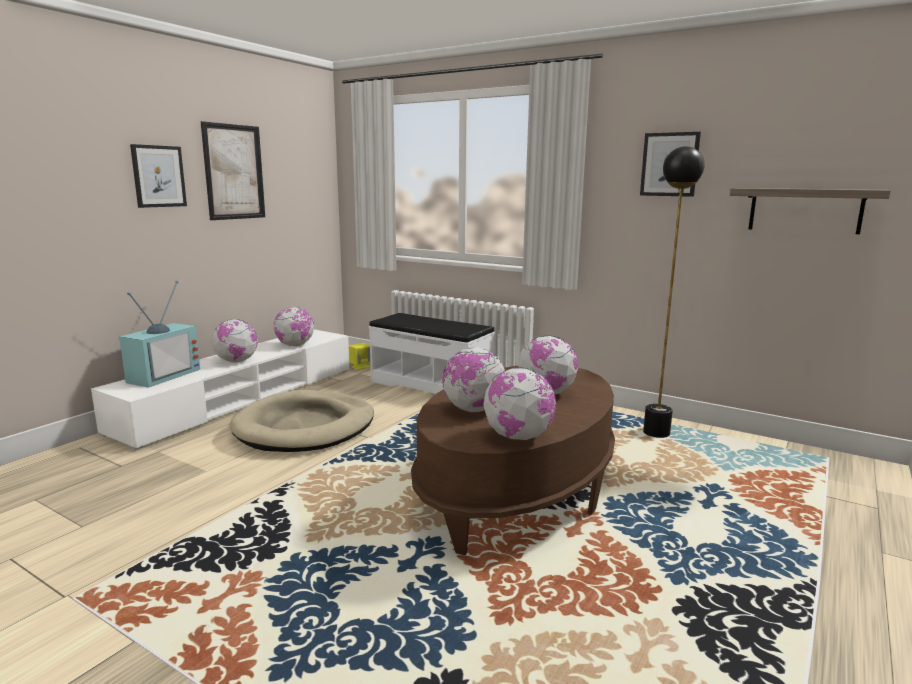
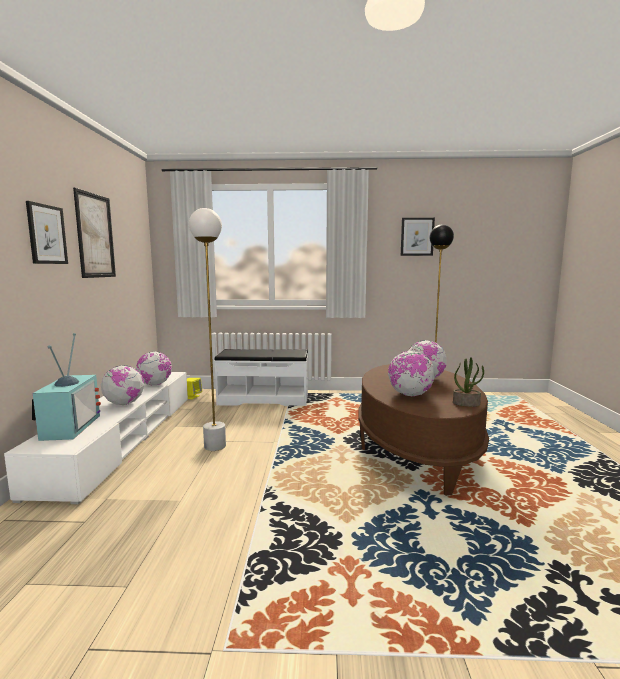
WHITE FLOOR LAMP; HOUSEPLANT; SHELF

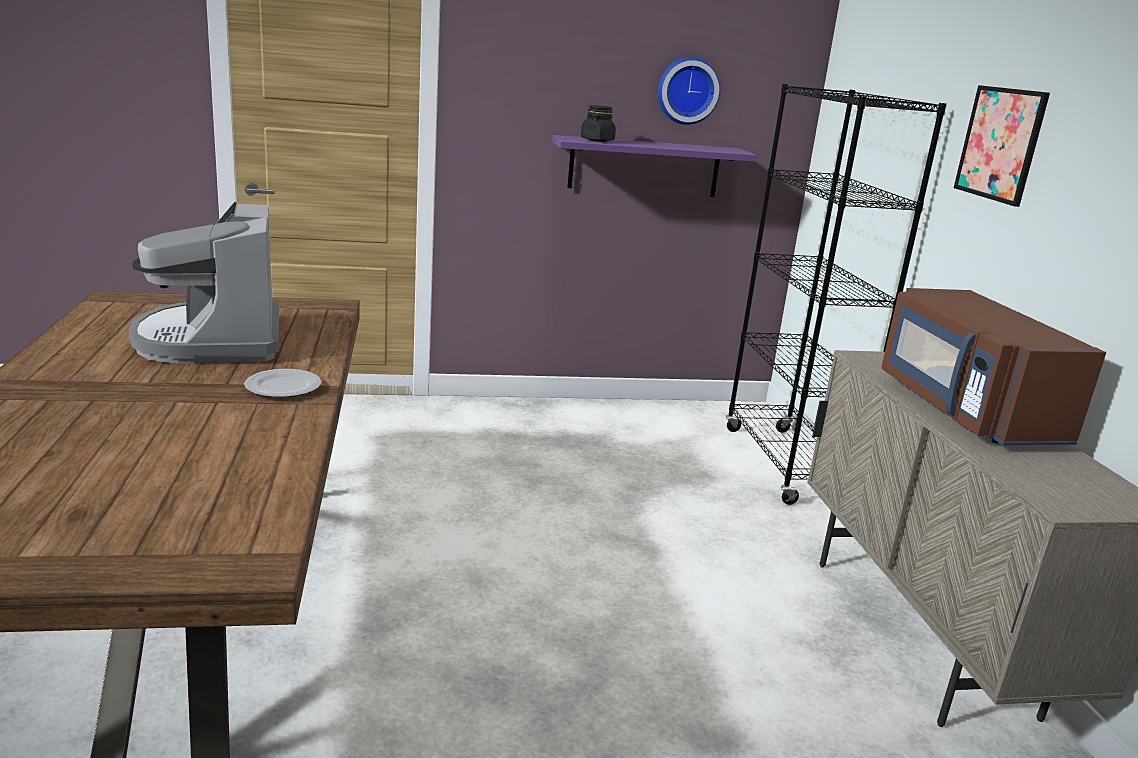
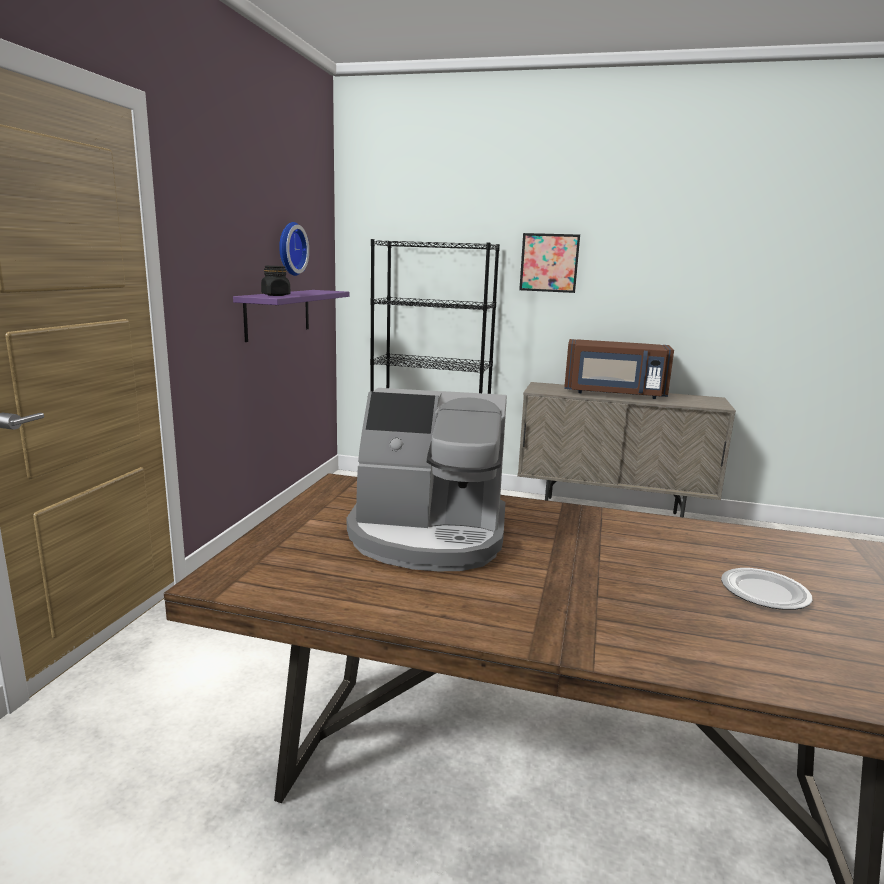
DINNER PLATE

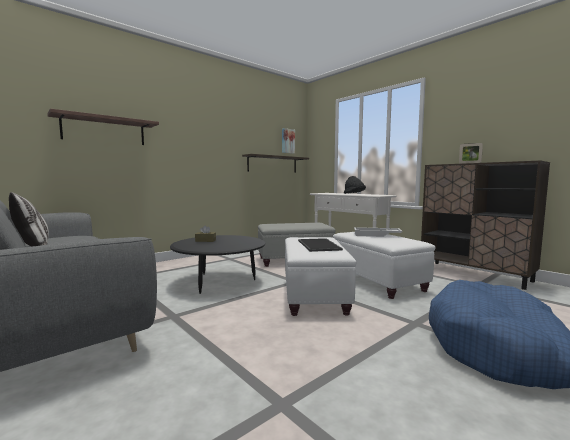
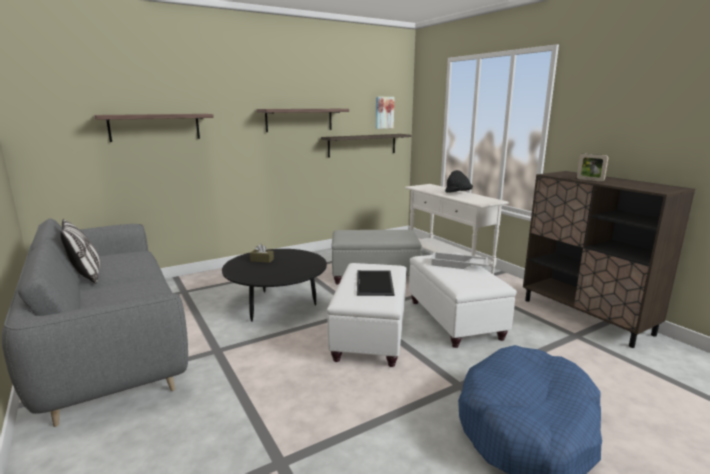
SHELF (no. 2 from left)

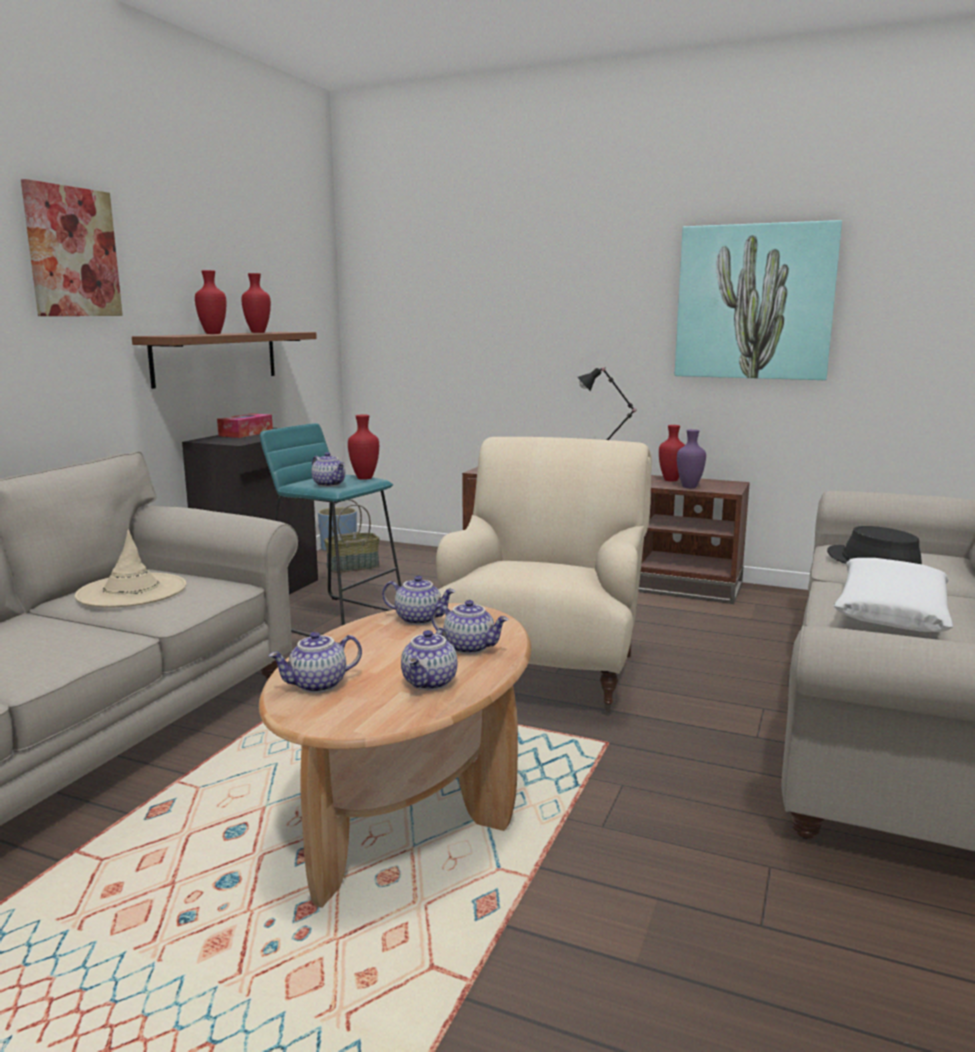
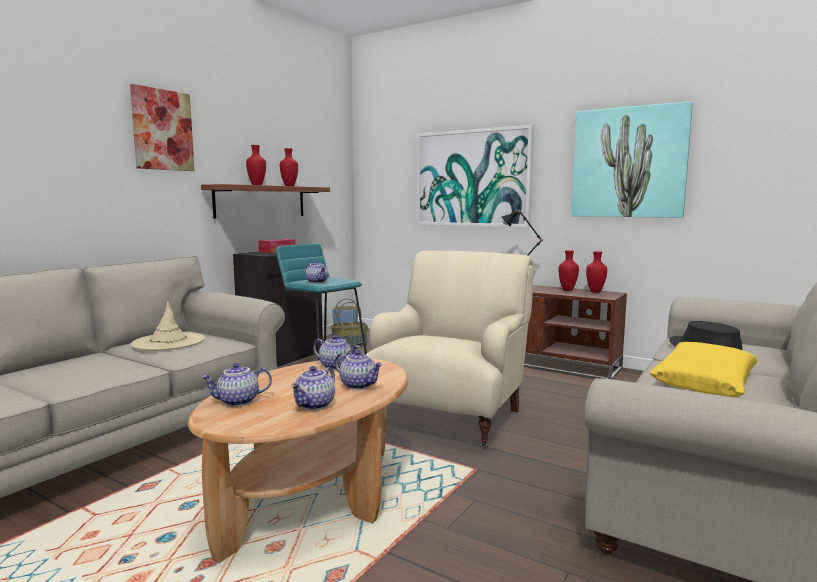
WALL PICTURE (no. 2 from left); RED FLOWER VASE (no. 4 from left); YELLOW-COLOURED PILLOW; PURPLISH FLOWER VASE

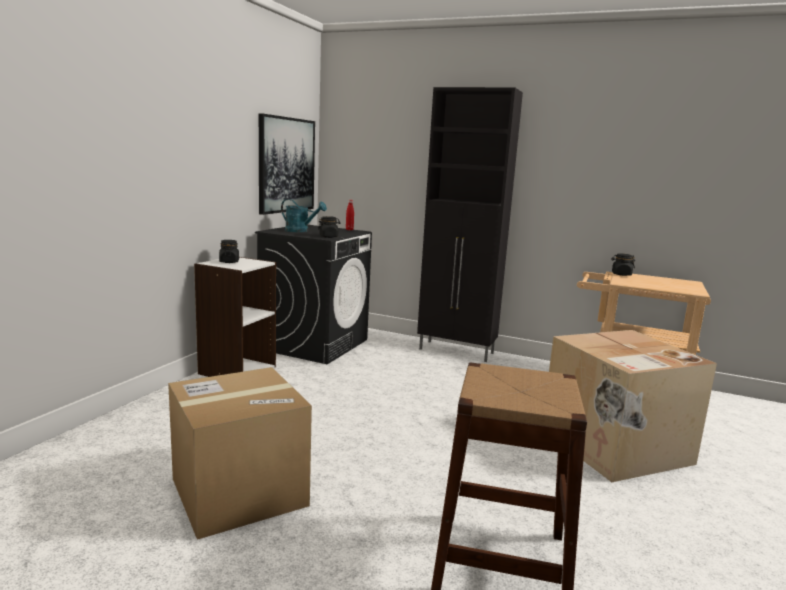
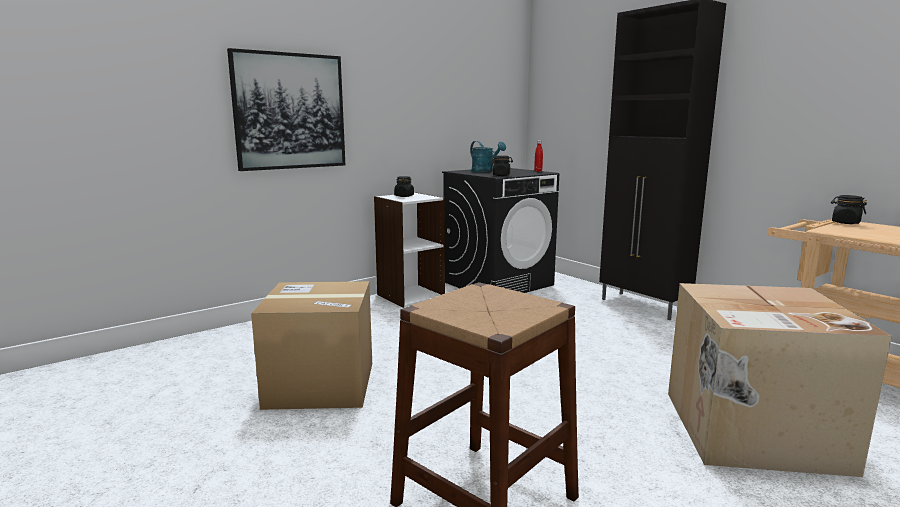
WALL PICTURE

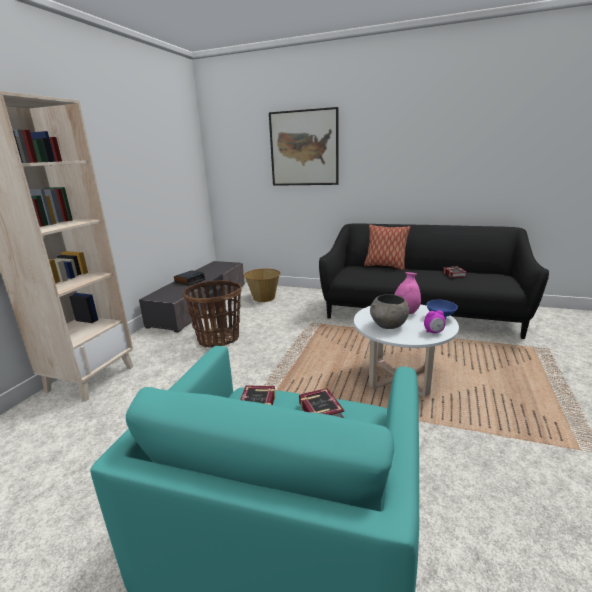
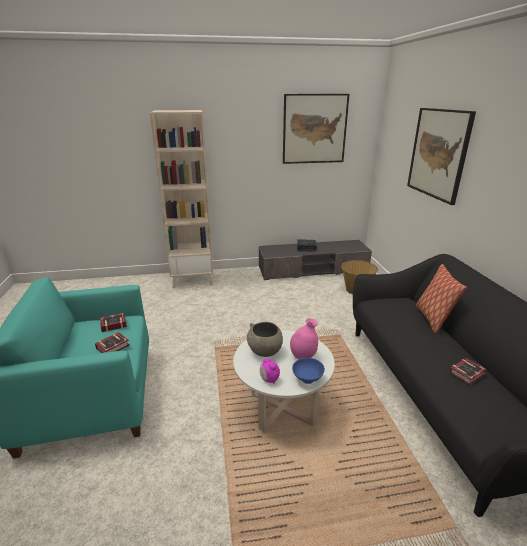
WALL PICTURE (no. 1 from left); HOUSEHOLD BASKET (no. 1 from left in the first image)

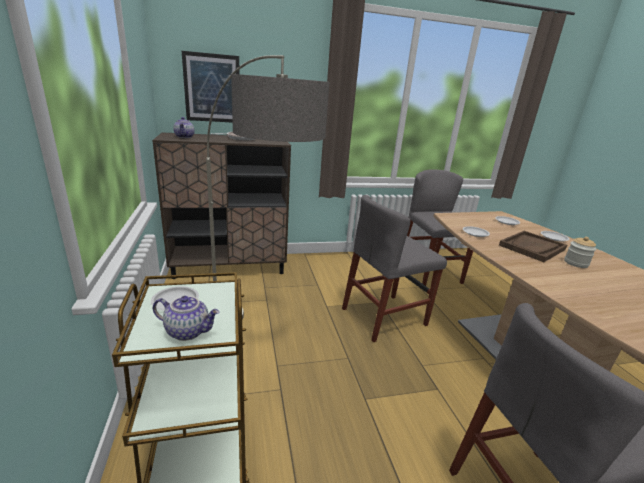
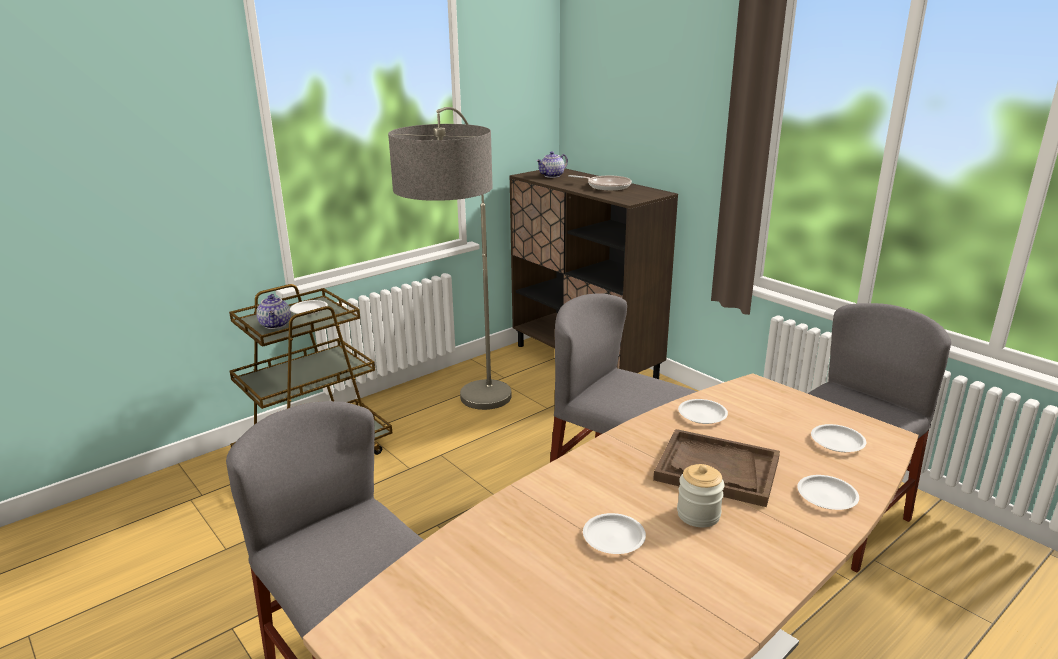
WHITE DINNER PLATE (no. 2 from left); WALL PICTURE

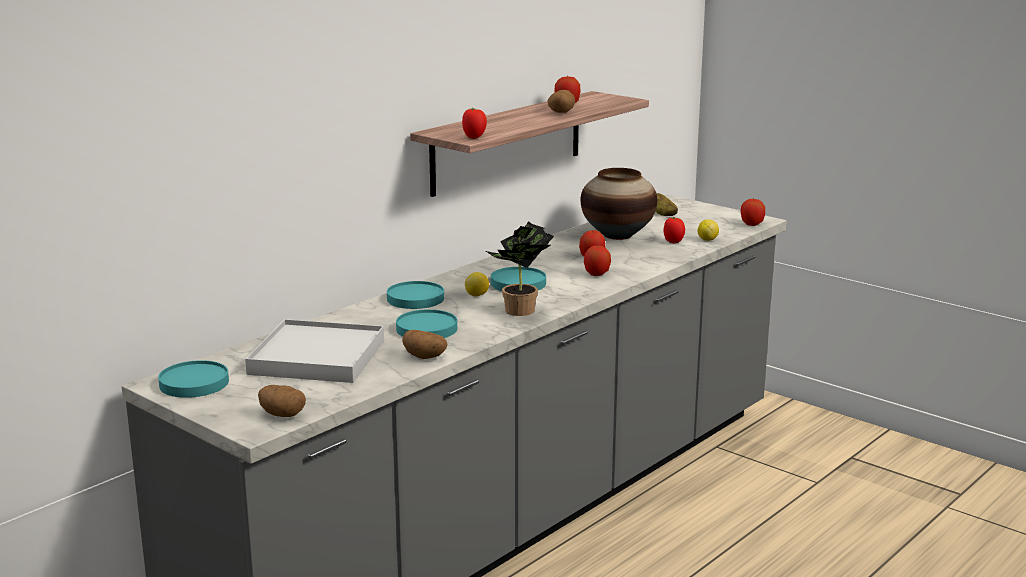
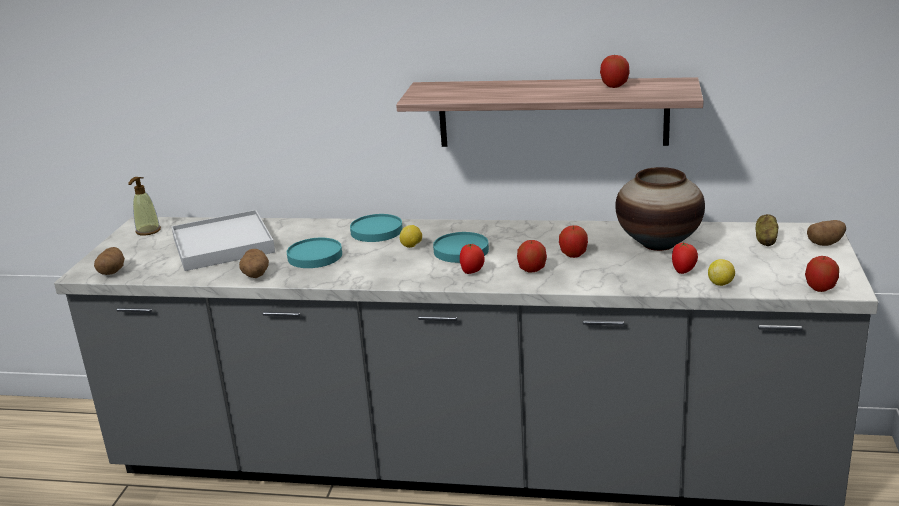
SOAP BOTTLE; TOMATO (no. 1 from left); POTATO (no. 4 from left); HOUSEPLANT

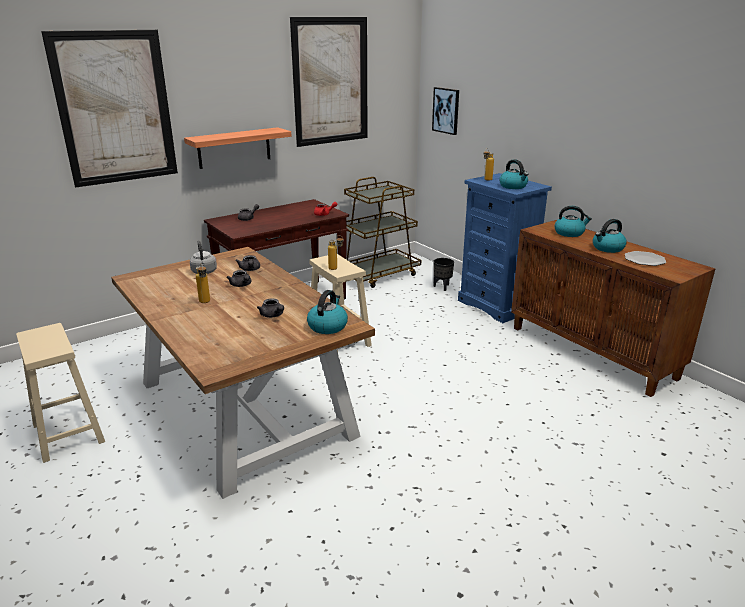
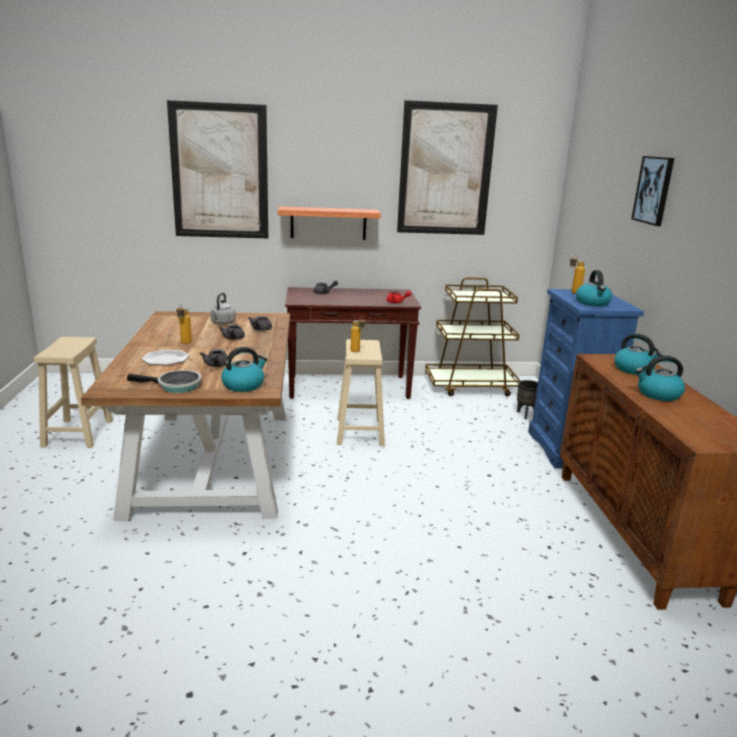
FRYING PAN; DINNER PLATE; WALL PICTURE (no. 3 from left)

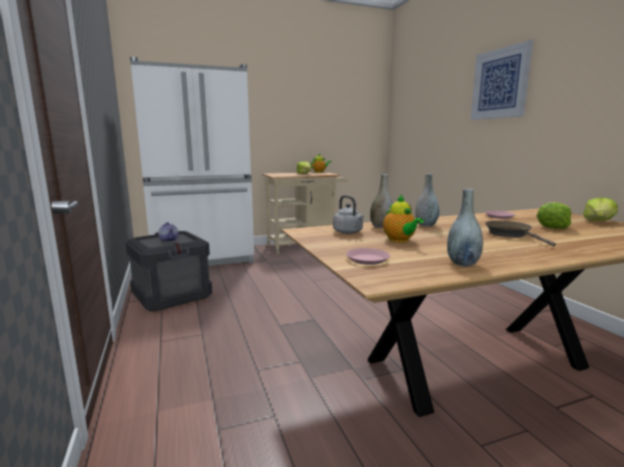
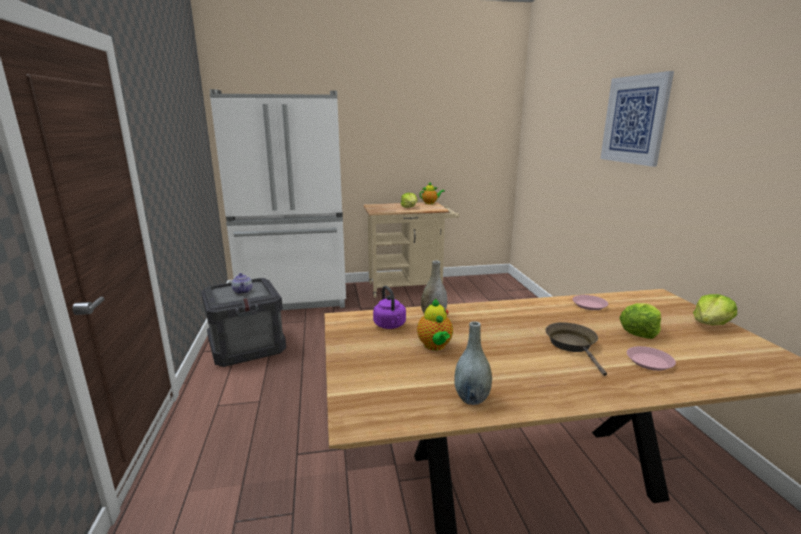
PURPLISH KETTLE; PINK DINNER PLATE (no. 2 from left); GREYISH FLOWER VASE (no. 2 from left in the first image)

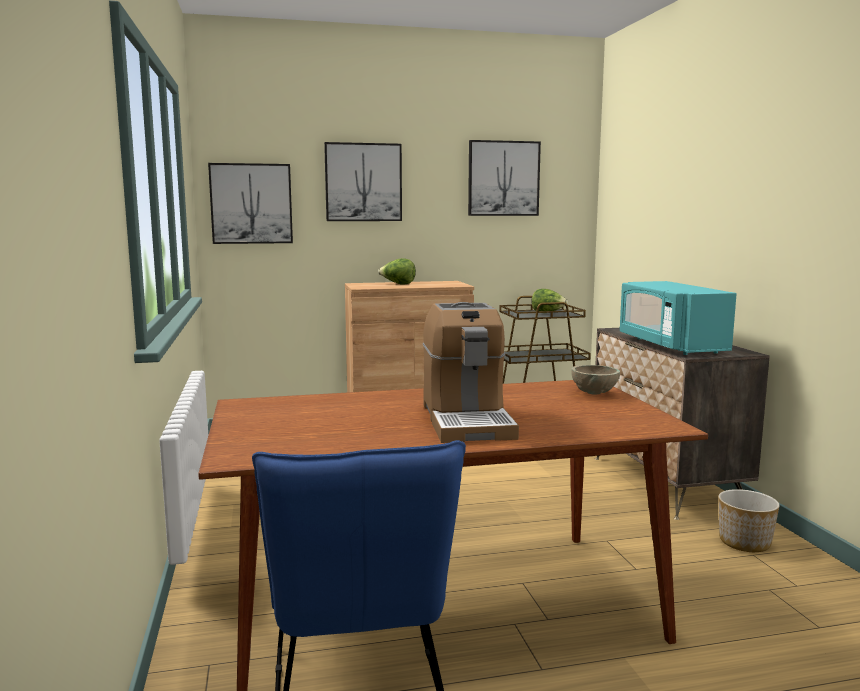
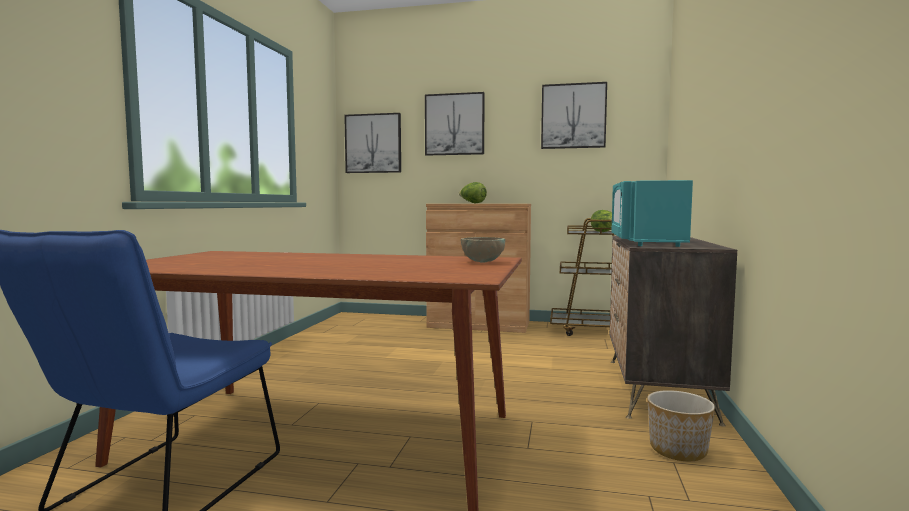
COFFEE MACHINE

